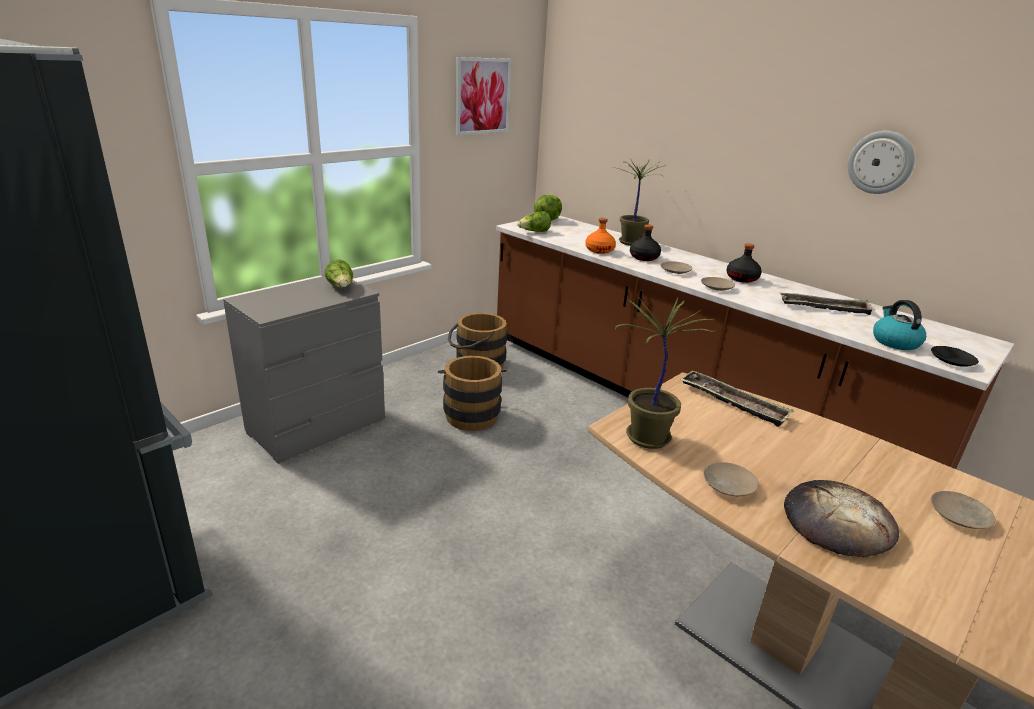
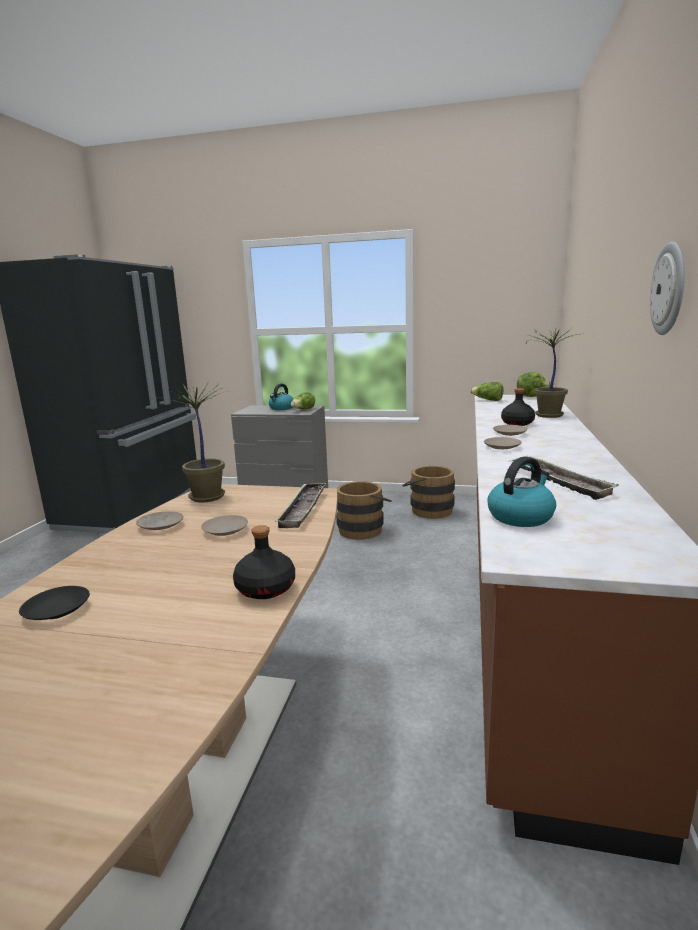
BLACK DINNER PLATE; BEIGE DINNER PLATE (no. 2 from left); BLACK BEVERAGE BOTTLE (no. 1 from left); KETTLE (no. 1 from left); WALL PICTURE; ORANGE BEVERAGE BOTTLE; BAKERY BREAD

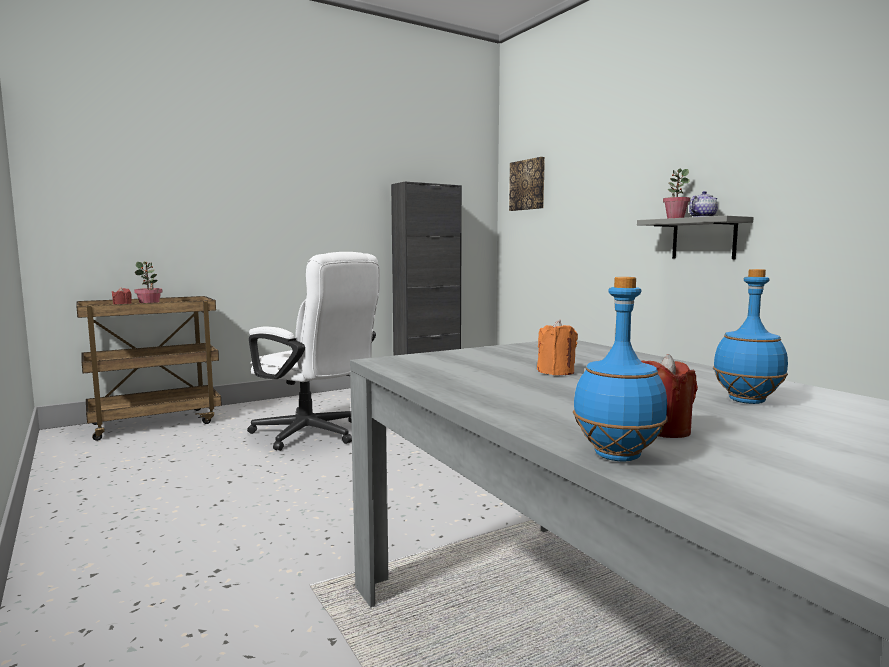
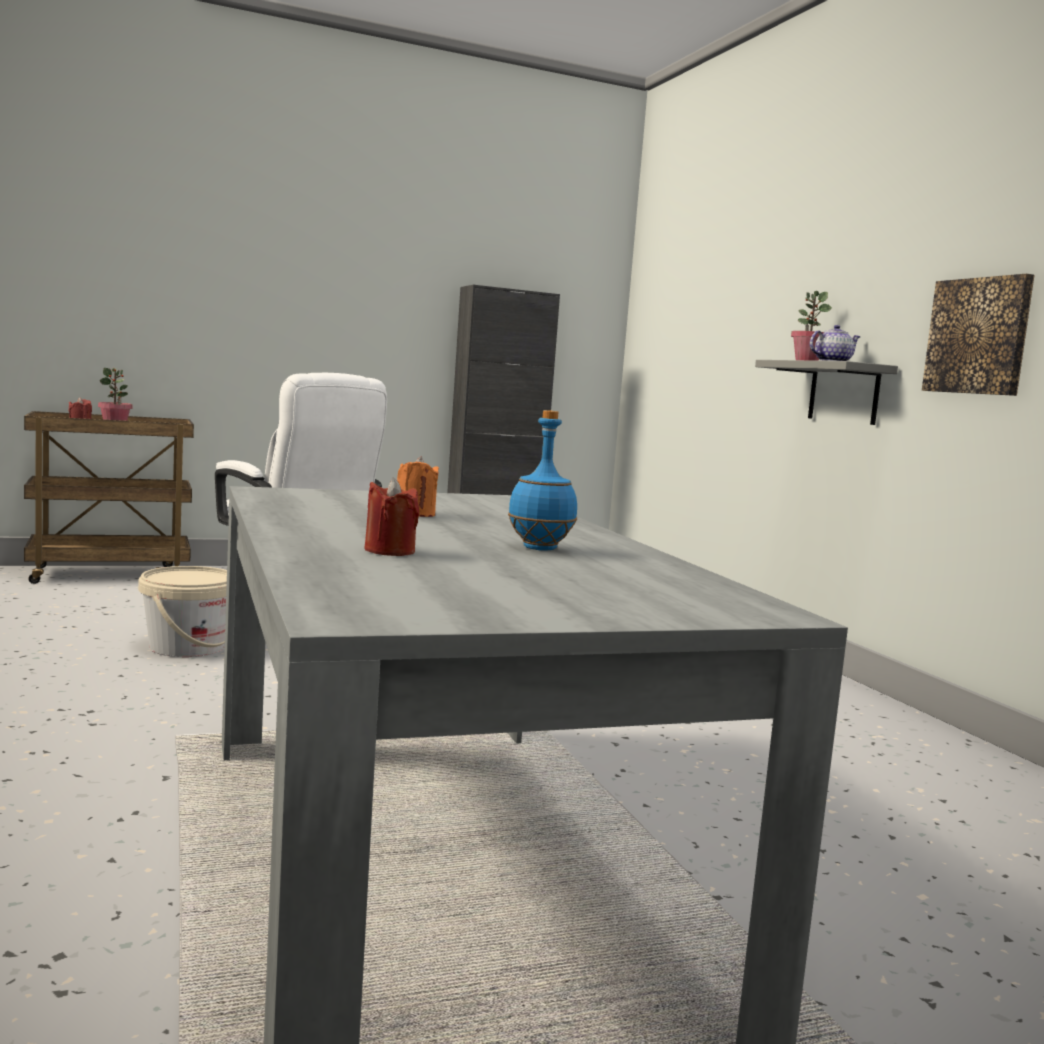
BEIGE PAIL; WALL PICTURE; BLUE-COLOURED BEVERAGE BOTTLE (no. 1 from left in the first image)

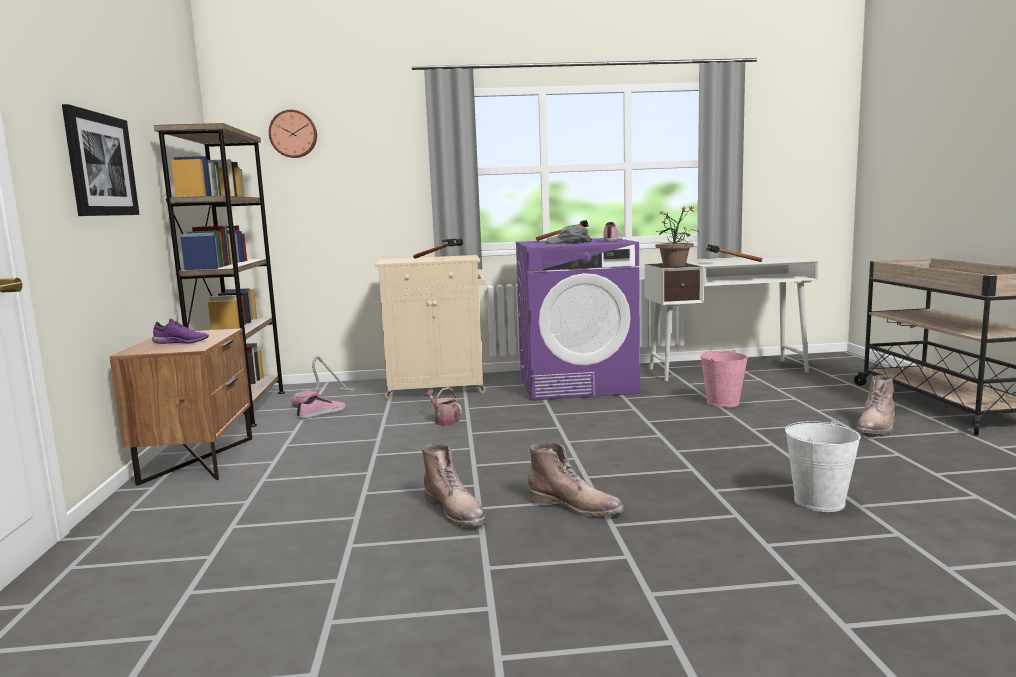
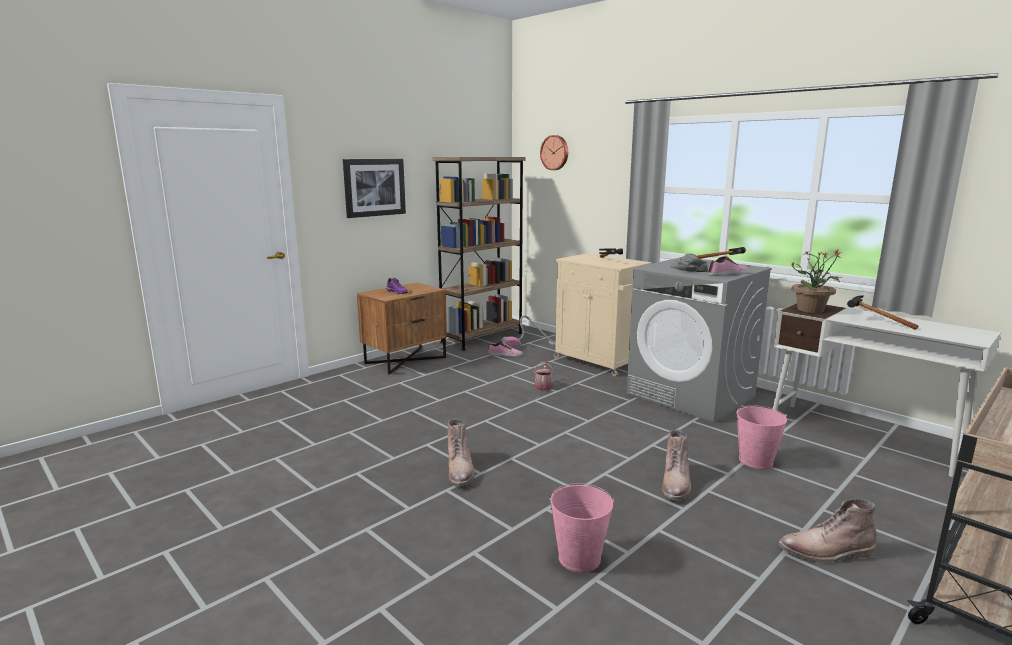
PINK PAIL (no. 1 from left); GREYISH LAUNDRY MACHINE; BROWN-COLOURED HIGH-TOP BOOT (no. 2 from left)

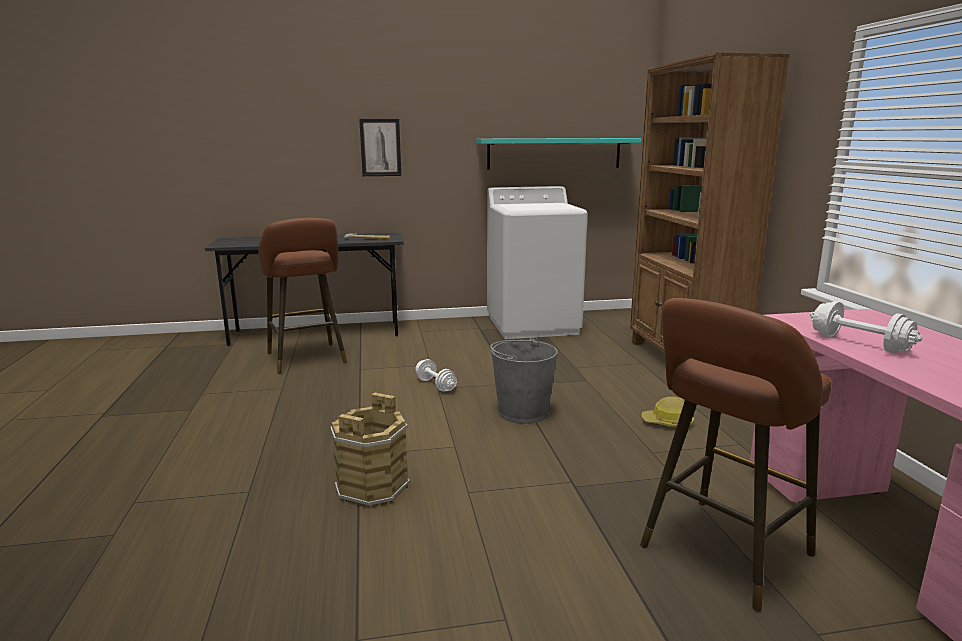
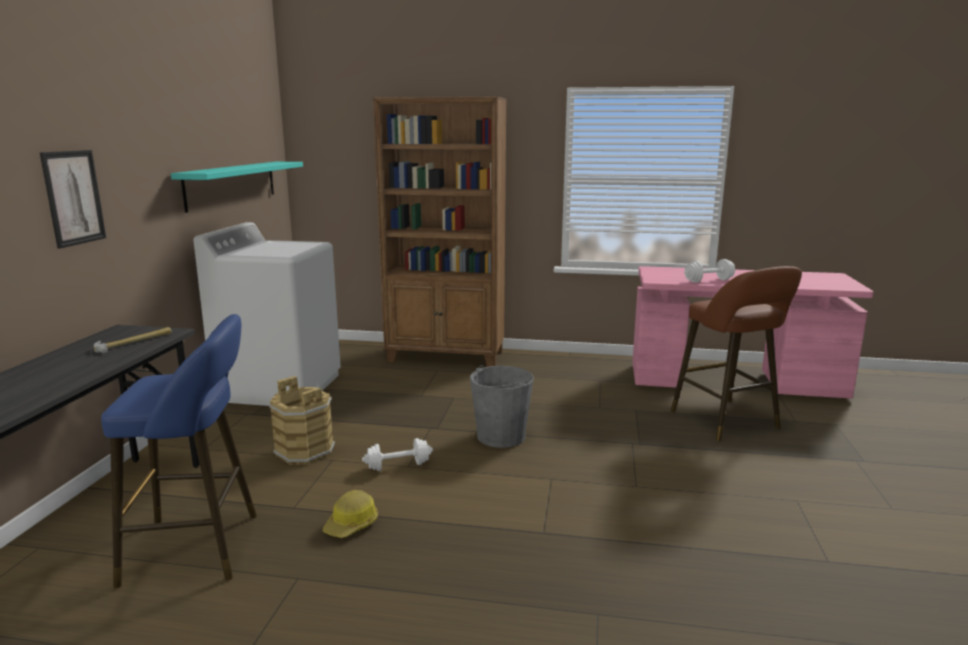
BLUE-COLOURED STOOL SEAT; BROWN-COLOURED PAIL; HARD HAT

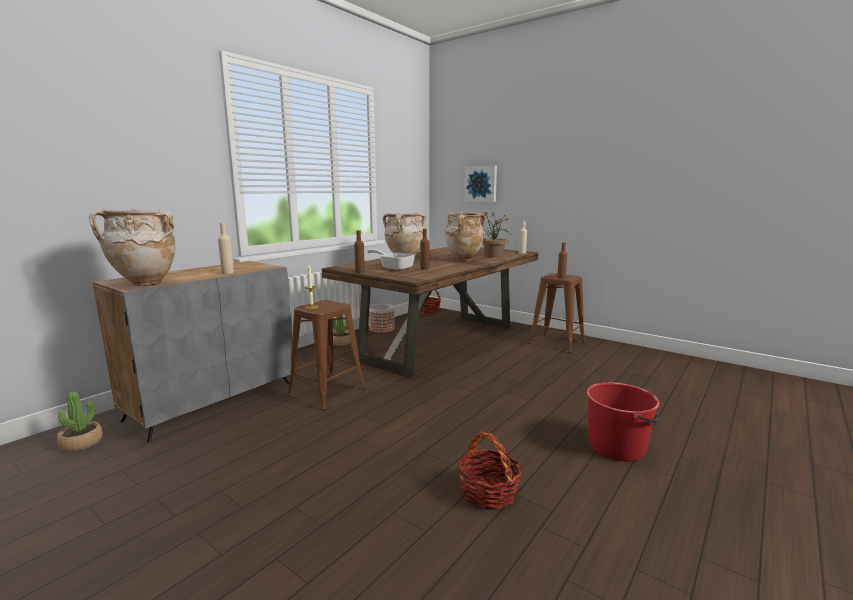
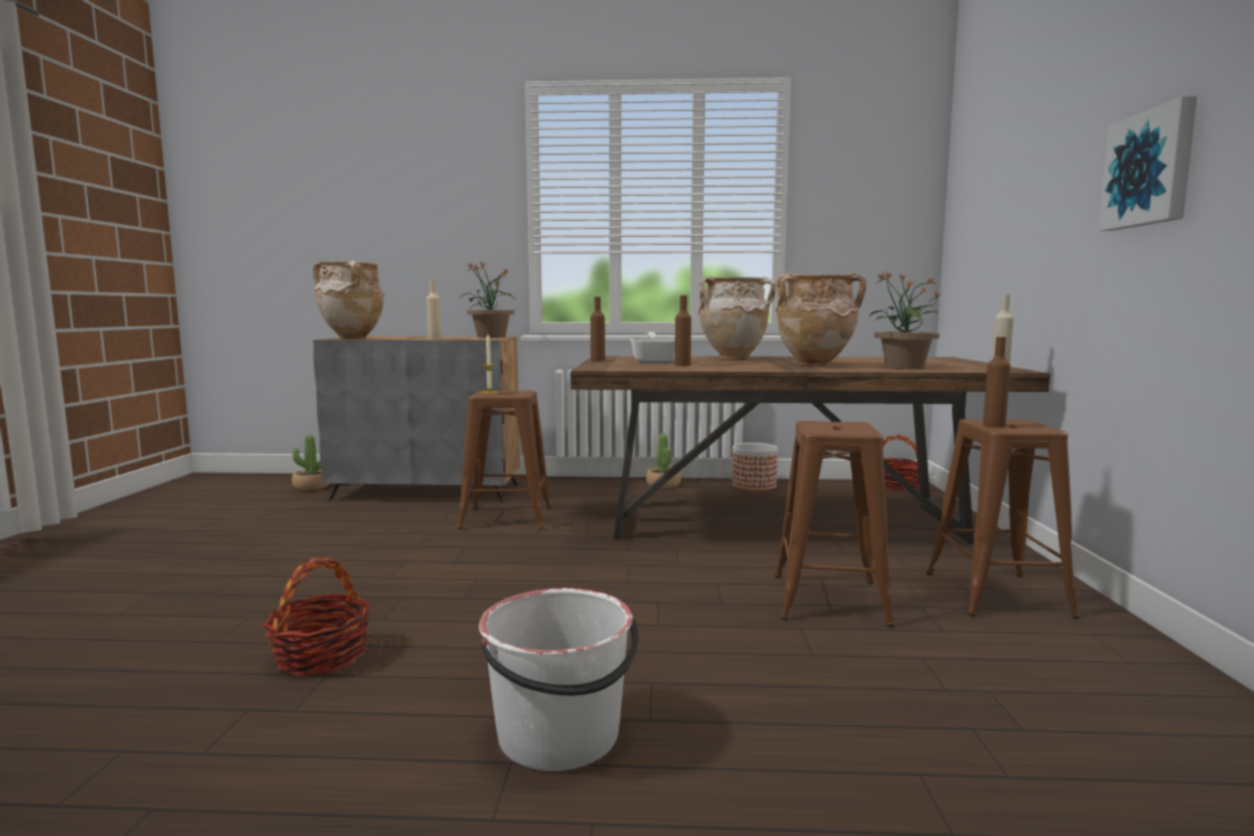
HOUSEPLANT (no. 2 from left); WHITE PAIL; BROWN-COLOURED STOOL SEAT (no. 2 from left); WALL PICTURE

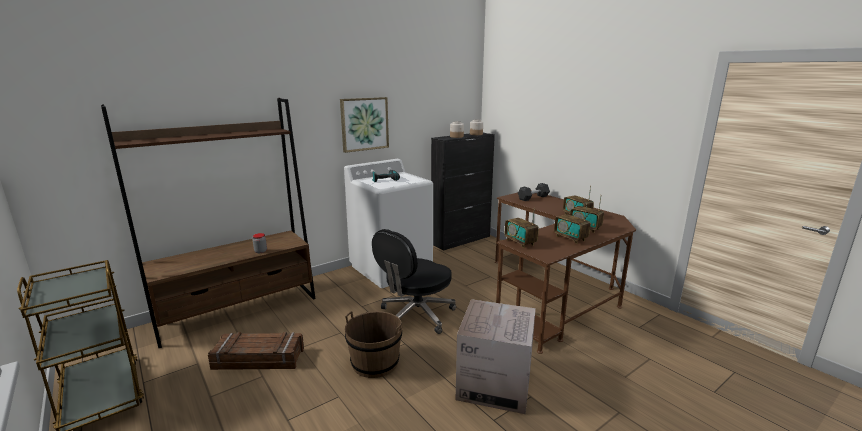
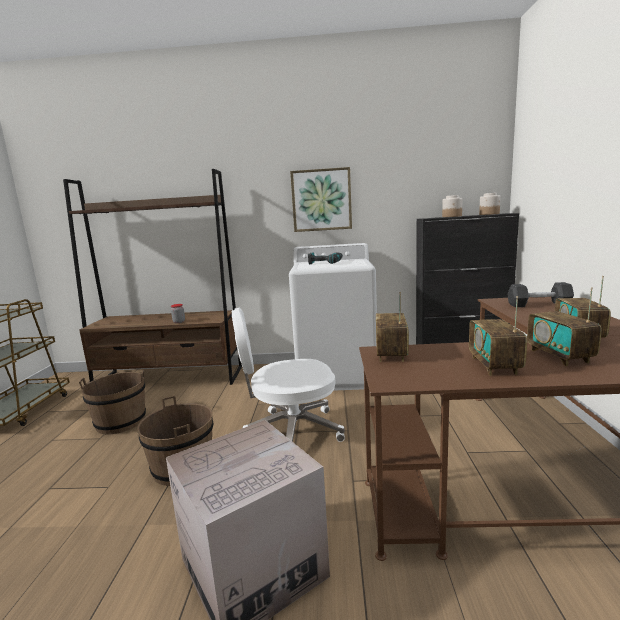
BROWN-COLOURED PAIL (no. 1 from left); WHITE COMPUTER CHAIR

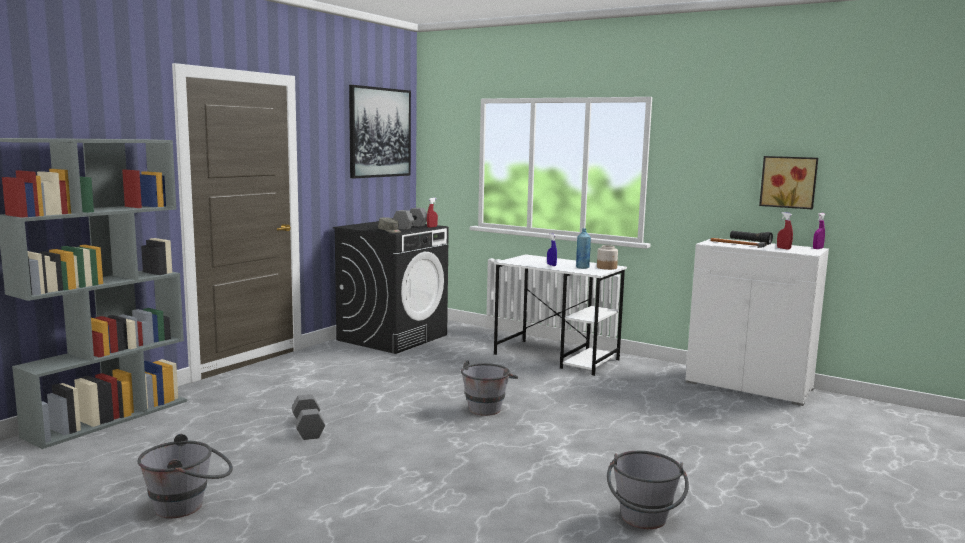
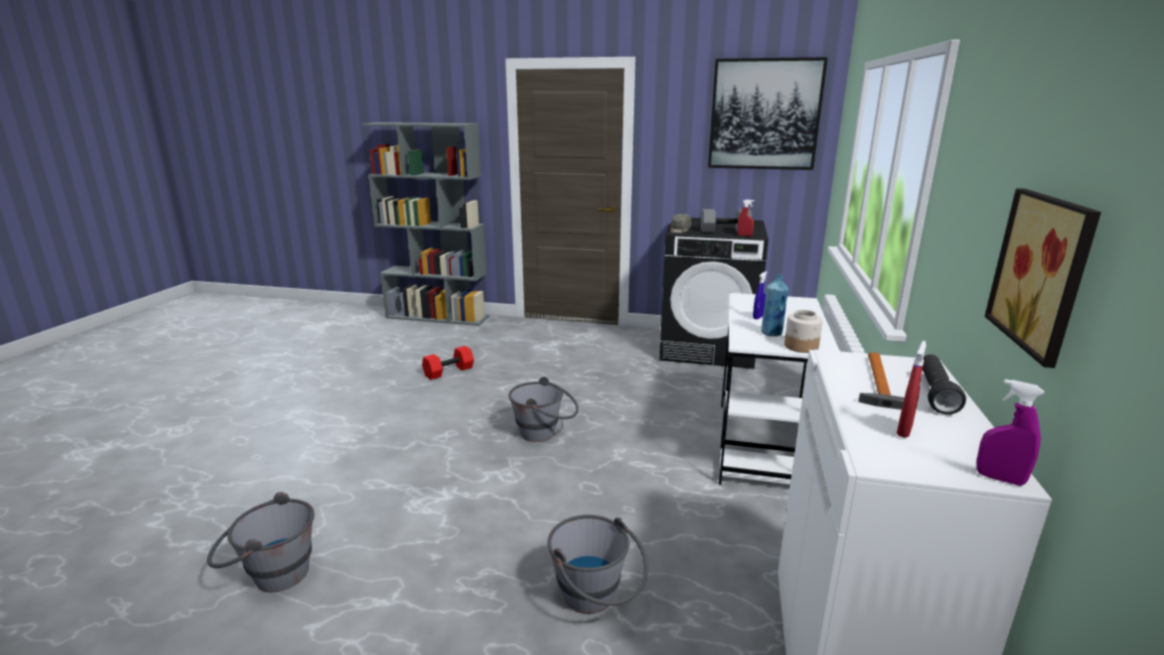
RED HAND WEIGHT; GREYISH PAIL (no. 3 from left)

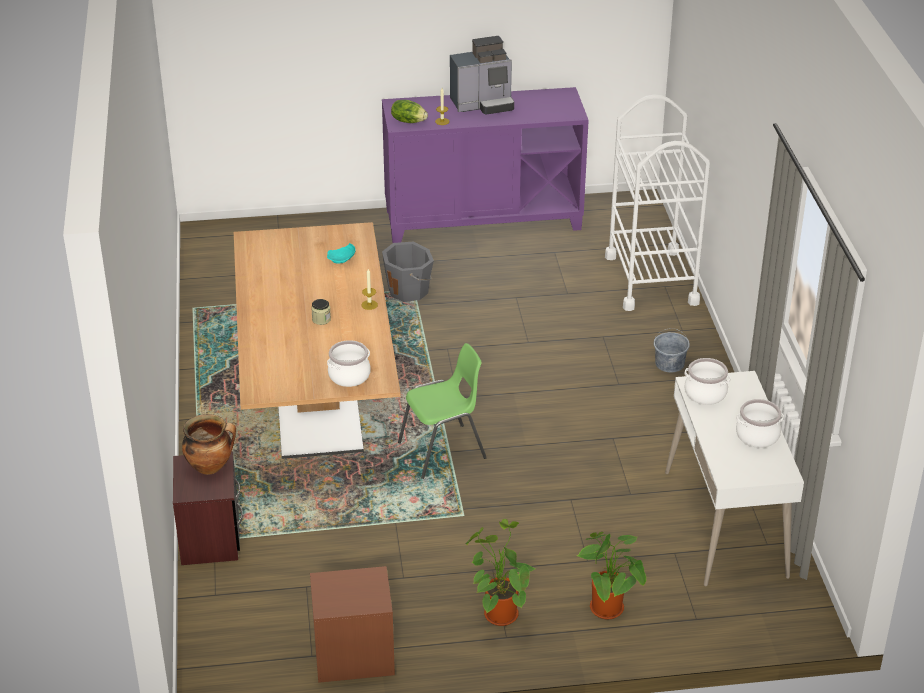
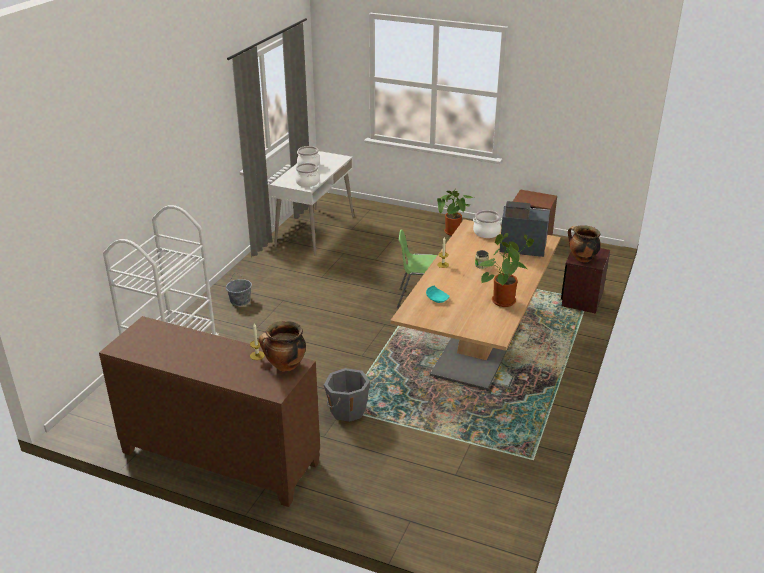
BROWN-COLOURED CABINET; STOCKPOT (no. 1 from left); HOUSEPLANT (no. 2 from left); COFFEE MACHINE

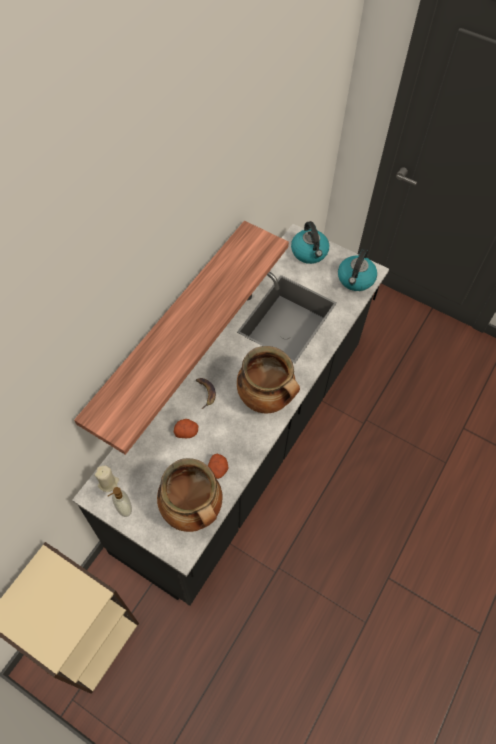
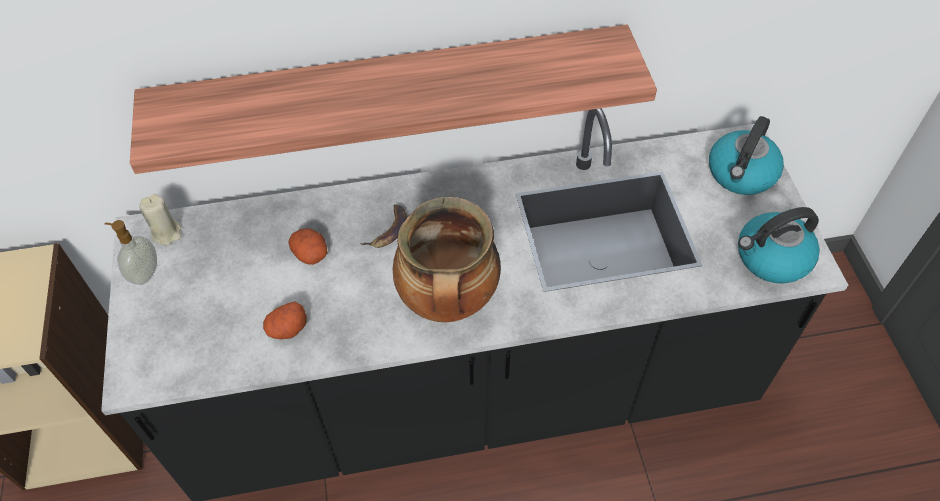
STOCKPOT (no. 1 from left in the first image)

